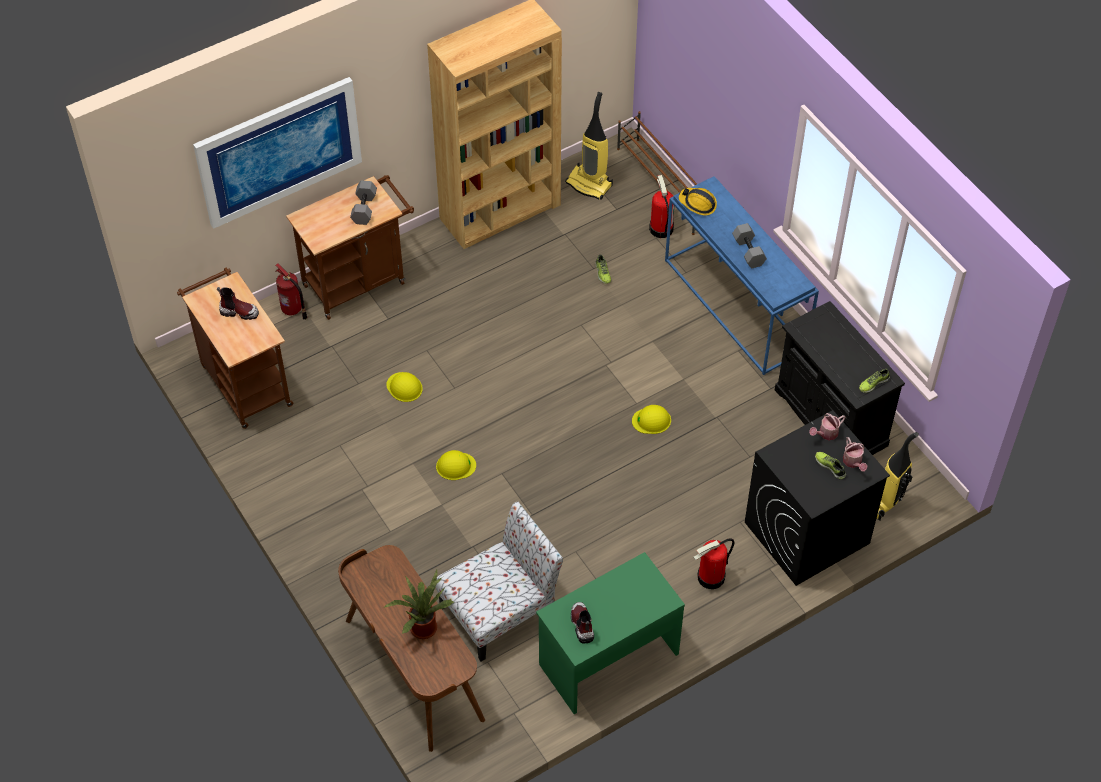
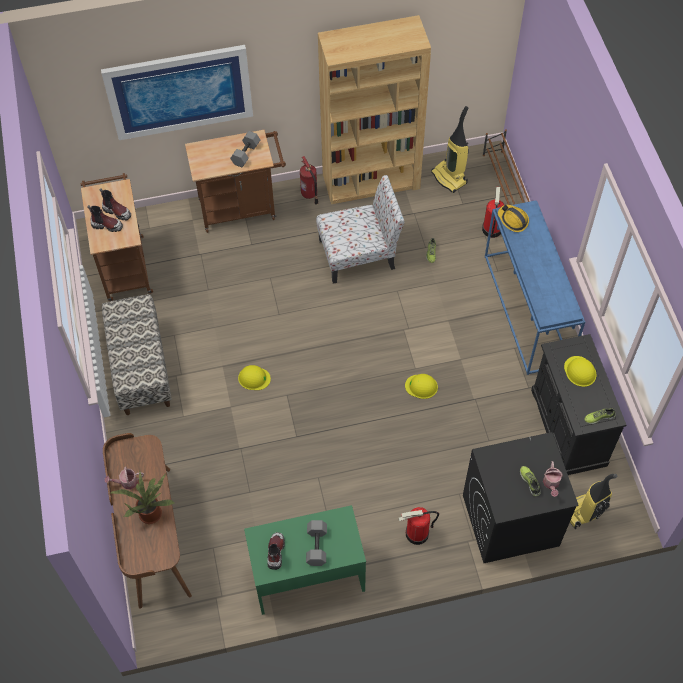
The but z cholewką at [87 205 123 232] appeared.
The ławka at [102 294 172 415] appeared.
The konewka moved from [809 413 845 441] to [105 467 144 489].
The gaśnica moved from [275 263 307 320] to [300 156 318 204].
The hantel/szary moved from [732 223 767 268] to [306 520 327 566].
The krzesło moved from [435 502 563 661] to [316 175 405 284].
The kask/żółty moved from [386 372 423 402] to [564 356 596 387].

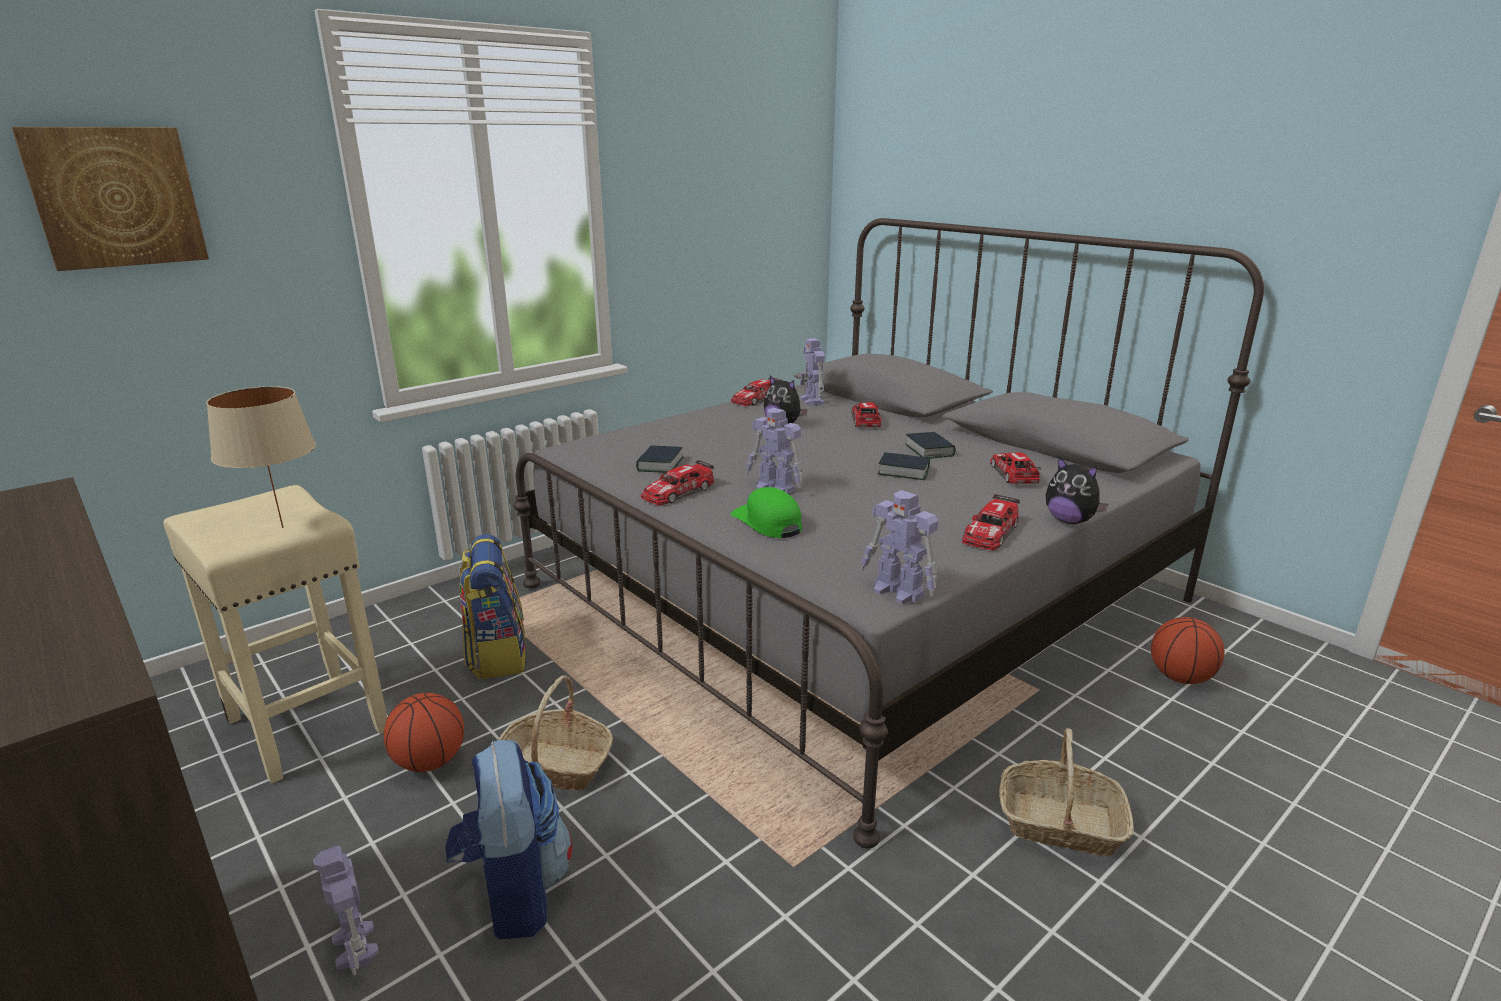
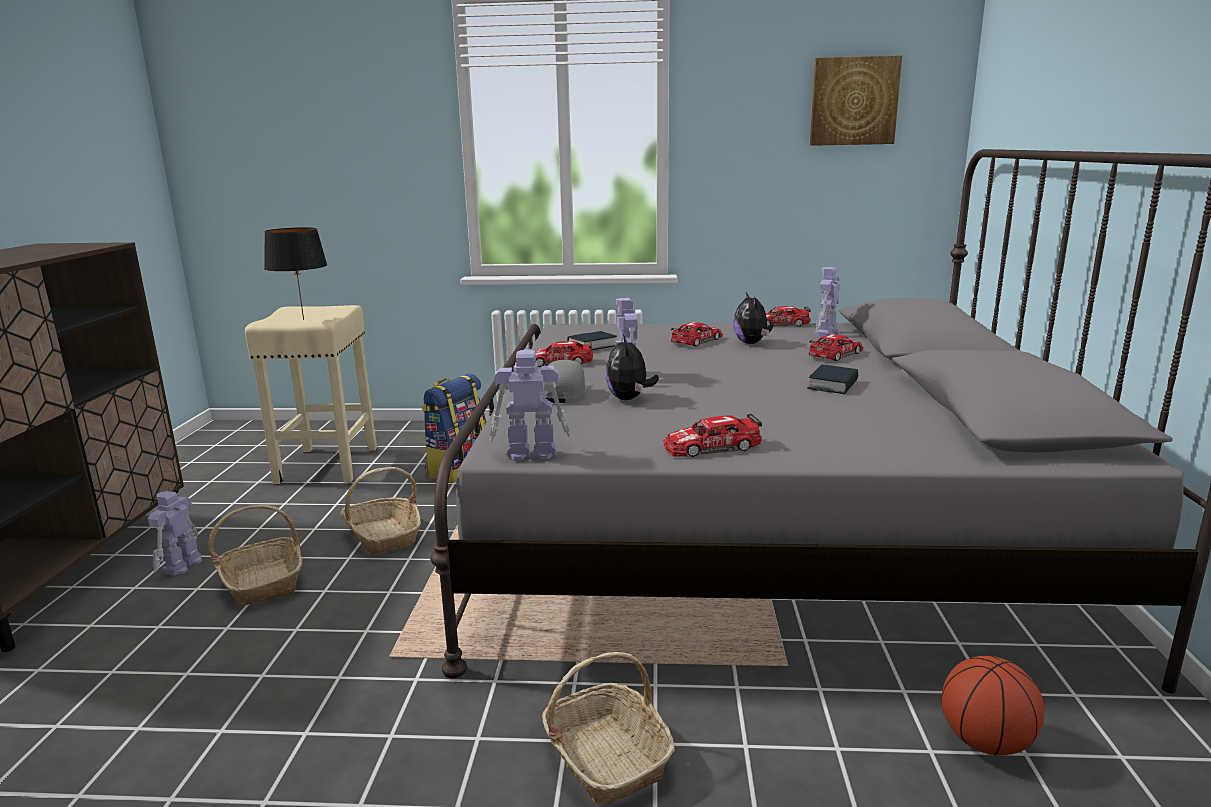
The plecak at [445 740 572 940] was replaced by the koszyk at [208 505 303 606].
The lampa stołowa/beżowy at [206 386 316 528] became the lampa stołowa/czarny at [264 227 327 320].
The robot zabawkowy at [861 490 938 604] turned 90 degrees clockwise.
The czapka z daszkiem/zielony at [730 487 802 538] became the czapka z daszkiem/szary at [541 360 592 403].
The pluszak moved from [1046 457 1108 524] to [605 334 659 400].
The samochodzik moved from [990 452 1041 485] to [671 322 723 347].
The obraz moved from [12 127 209 271] to [810 55 902 146].
The piłka do koszykówki at [384 693 464 772] disappeared.
The książka at [878 452 930 480] disappeared.

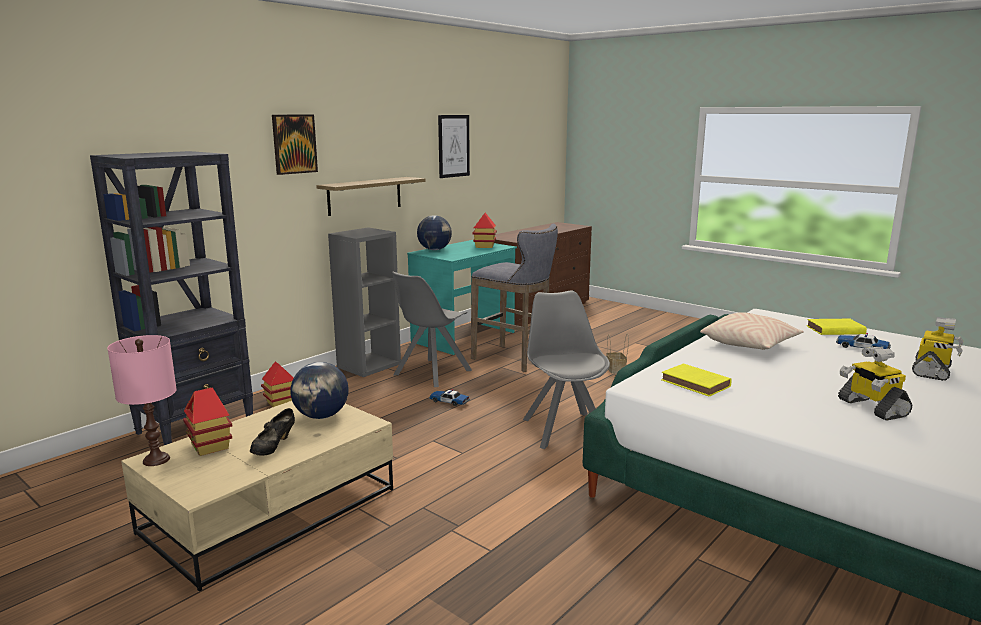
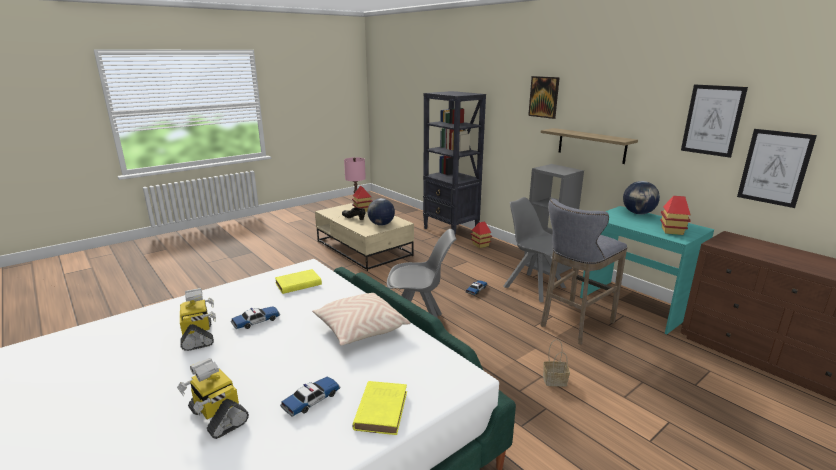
The robot zabawkowy at [838 347 912 421] turned 75 degrees clockwise.
The samochodzik at [231 306 280 329] appeared.
The obraz at [737 129 817 208] appeared.

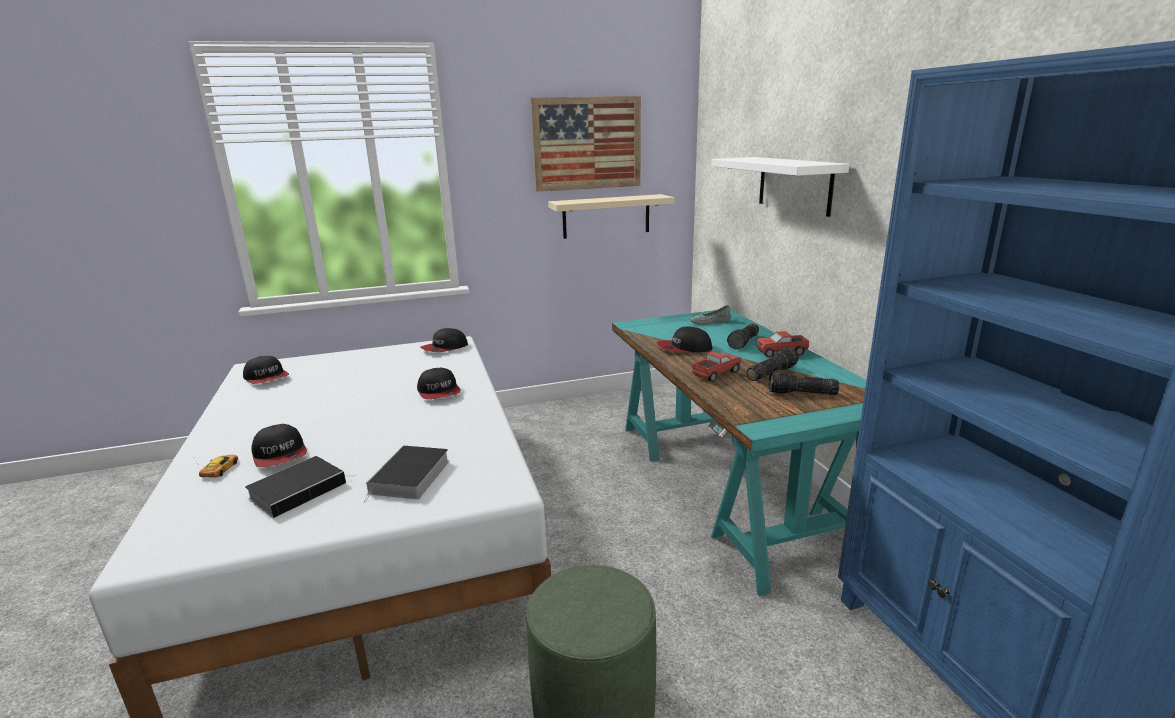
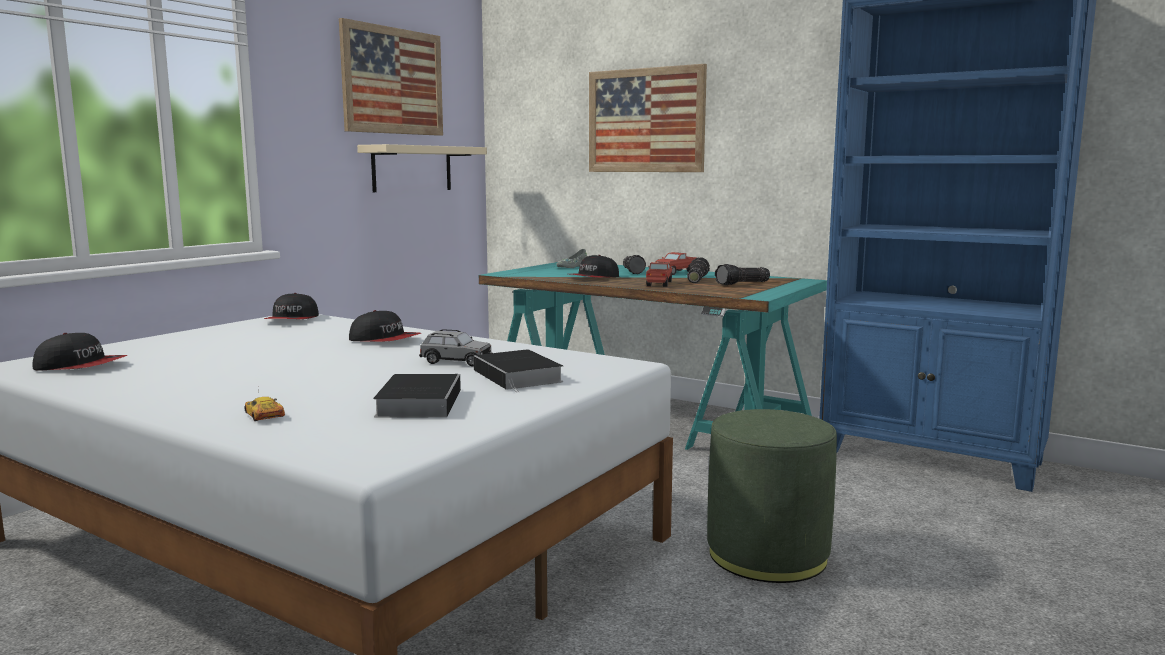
The samochodzik/szary at [419 329 491 366] appeared.
The półka/biały at [711 157 849 217] was replaced by the obraz at [589 64 707 172].
The czapka z daszkiem at [251 424 307 467] disappeared.

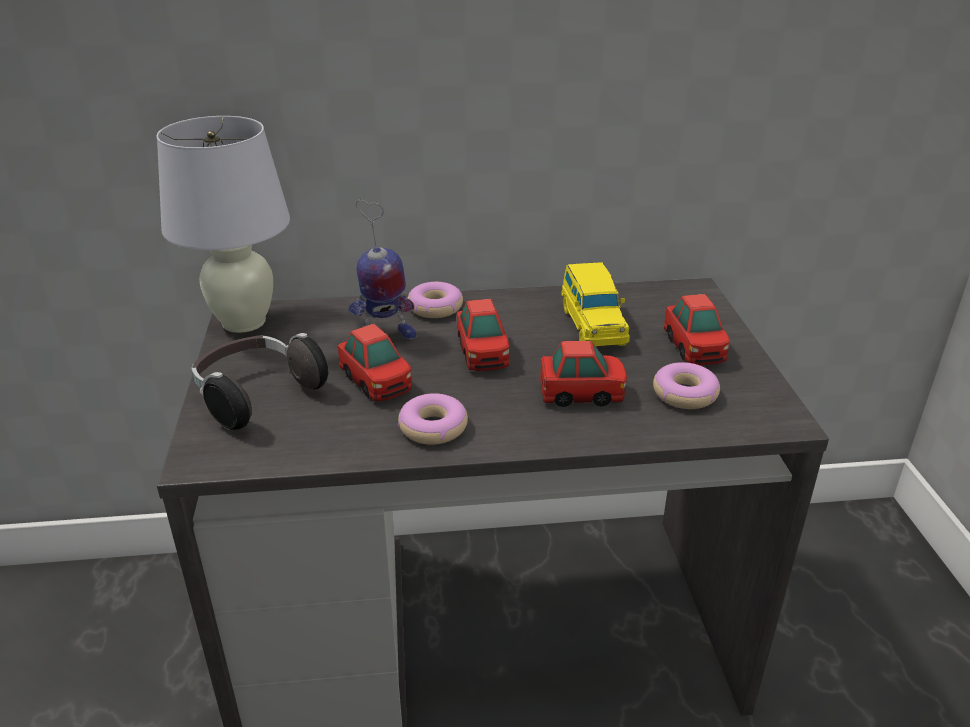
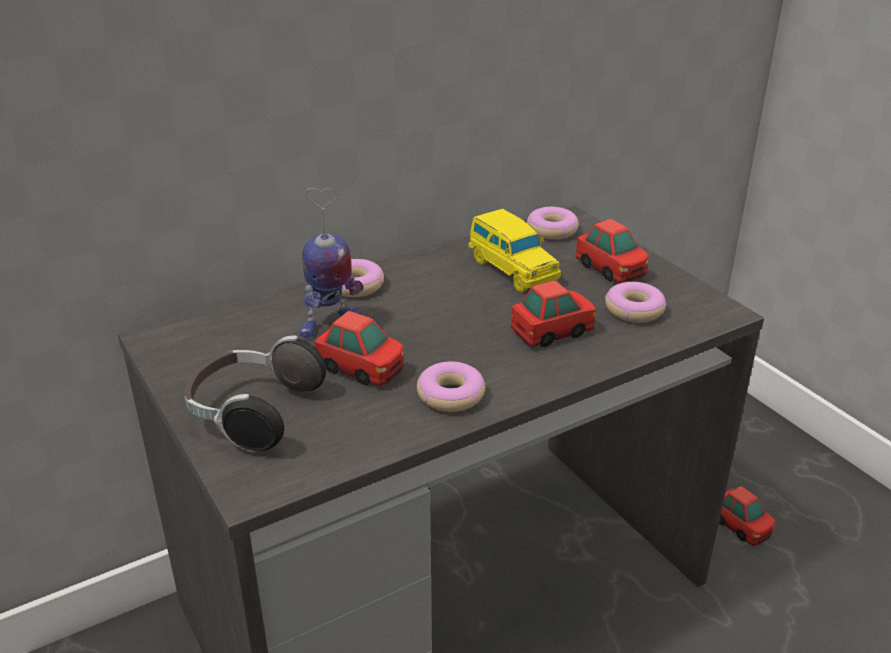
The donut at [527 207 579 240] appeared.
The samochodzik moved from [457 299 509 371] to [719 486 775 546].
The lampa stołowa/biały at [156 116 290 333] disappeared.

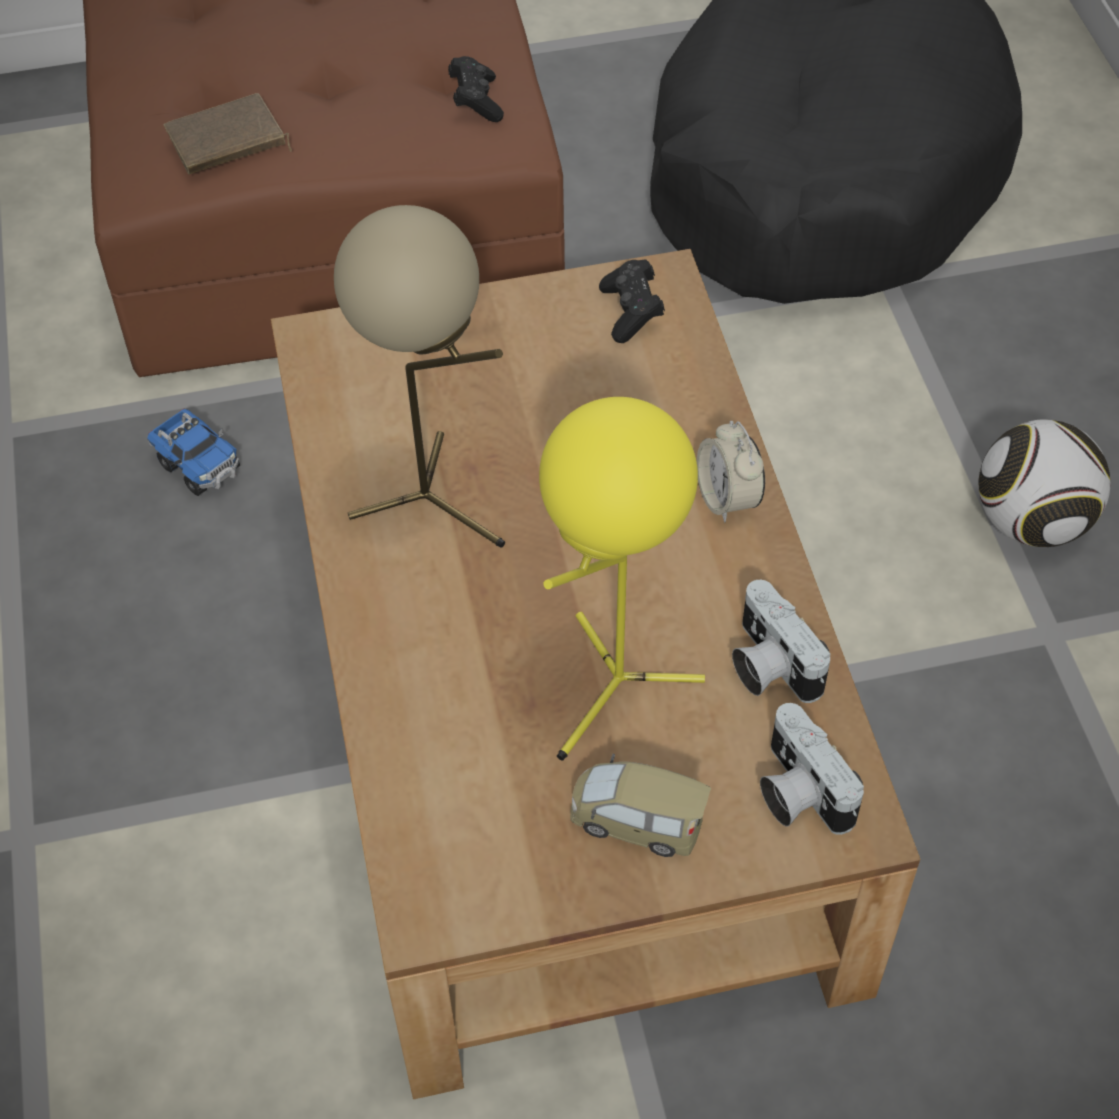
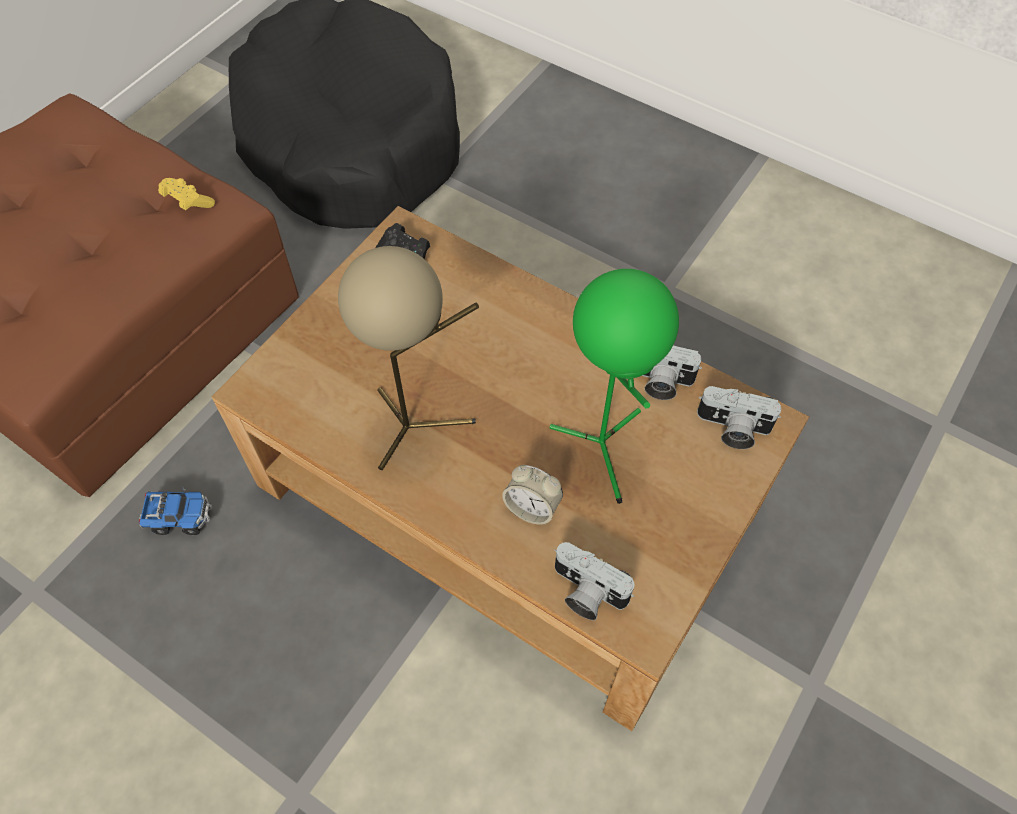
The pad do gier/czarny at [448 56 504 122] became the pad do gier/żółty at [158 178 215 210].
The budzik moved from [697 421 765 522] to [502 465 563 524].
The lampa stołowa/żółty at [539 397 705 761] became the lampa stołowa/zielony at [549 269 679 504].
The aparat fotograficzny at [554 542 634 620] appeared.
The książka/brązowy at [163 93 292 174] disappeared.
The samochodzik at [570 754 711 857] disappeared.
The piłka futbolowa at [979 419 1110 547] disappeared.

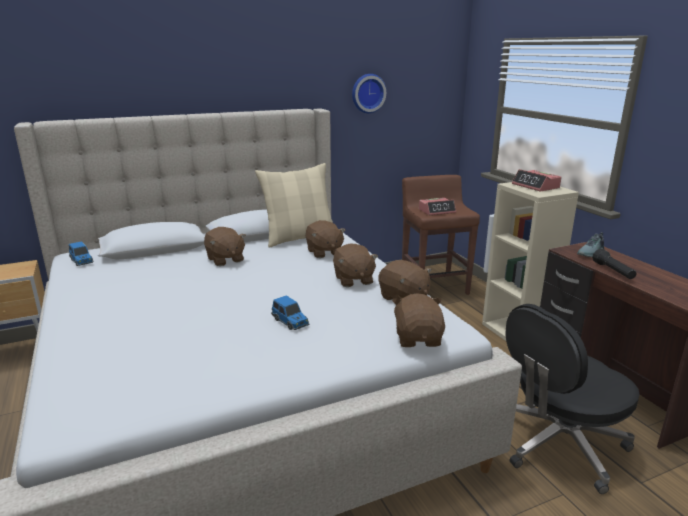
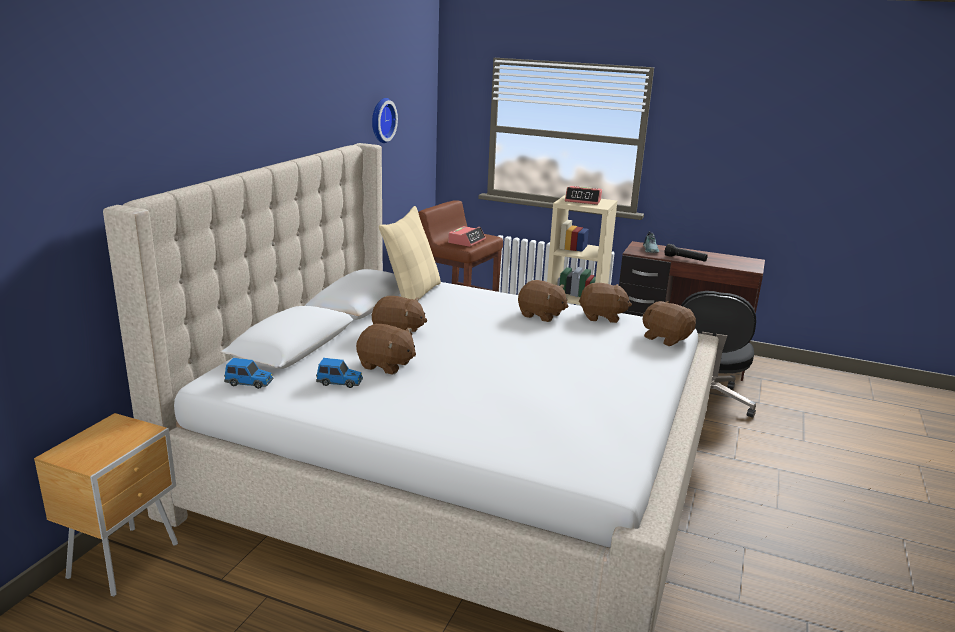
The samochodzik moved from [271 295 309 330] to [316 358 363 388].
The pluszak/brązowy moved from [306 220 345 258] to [356 324 416 374].

